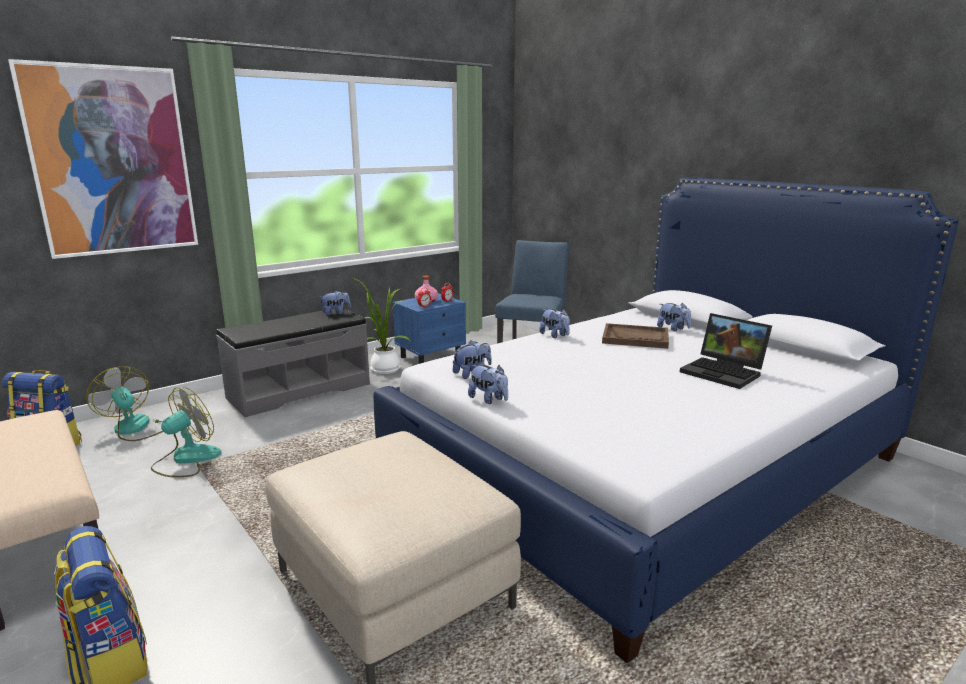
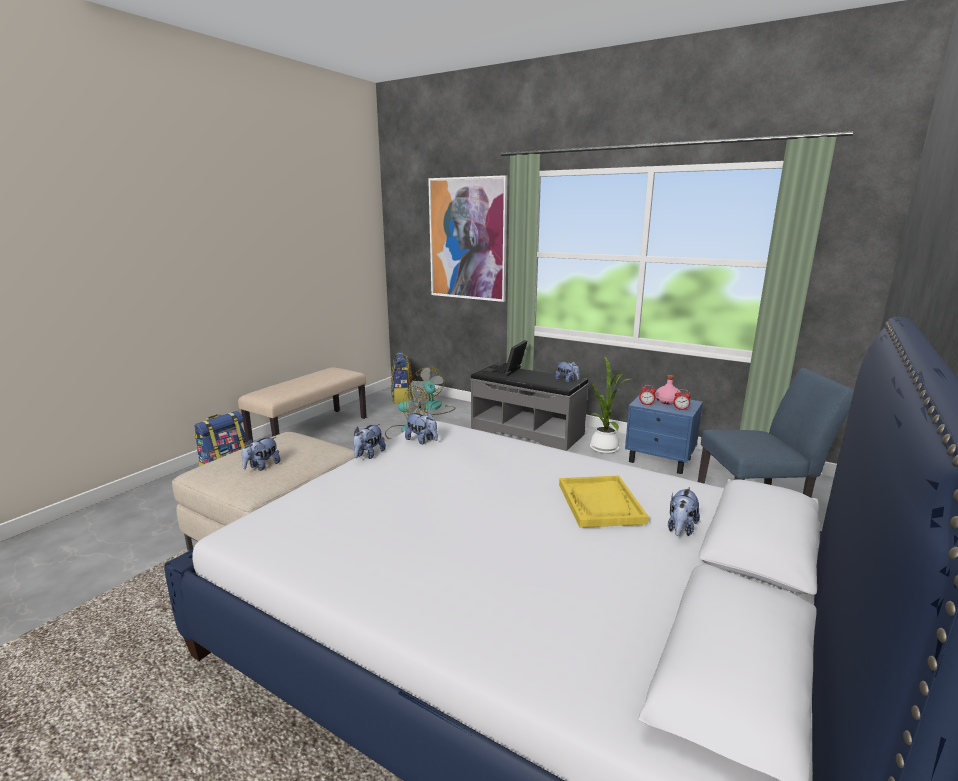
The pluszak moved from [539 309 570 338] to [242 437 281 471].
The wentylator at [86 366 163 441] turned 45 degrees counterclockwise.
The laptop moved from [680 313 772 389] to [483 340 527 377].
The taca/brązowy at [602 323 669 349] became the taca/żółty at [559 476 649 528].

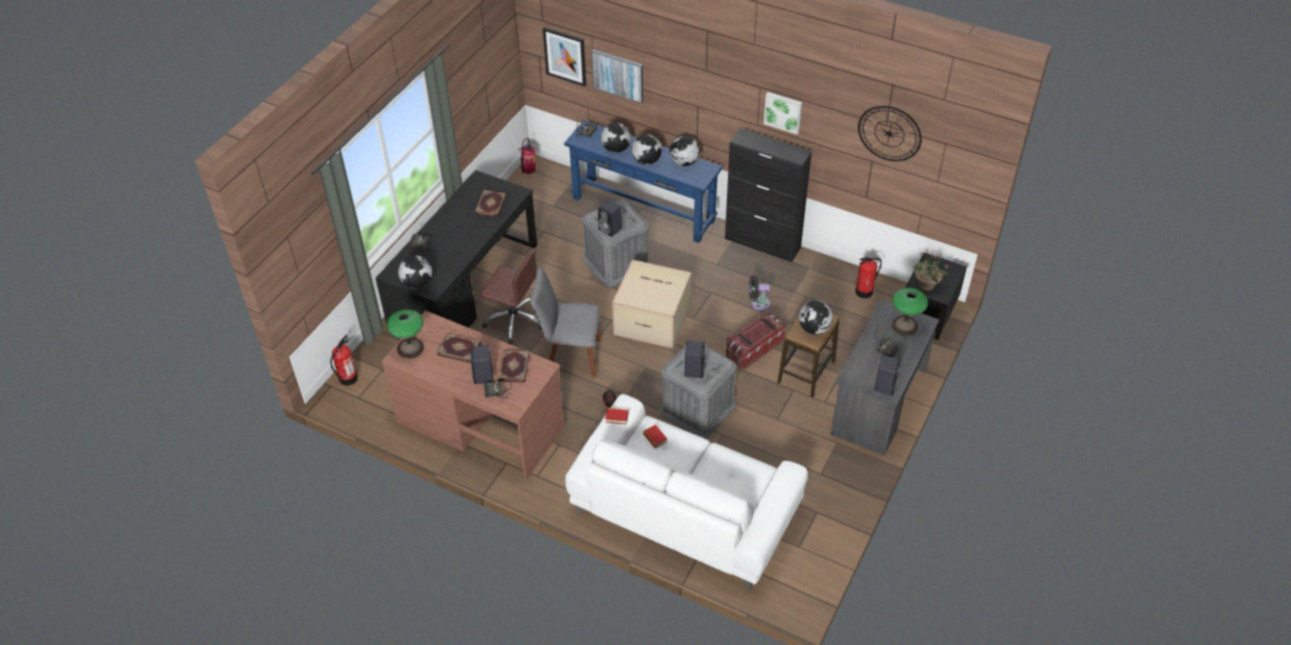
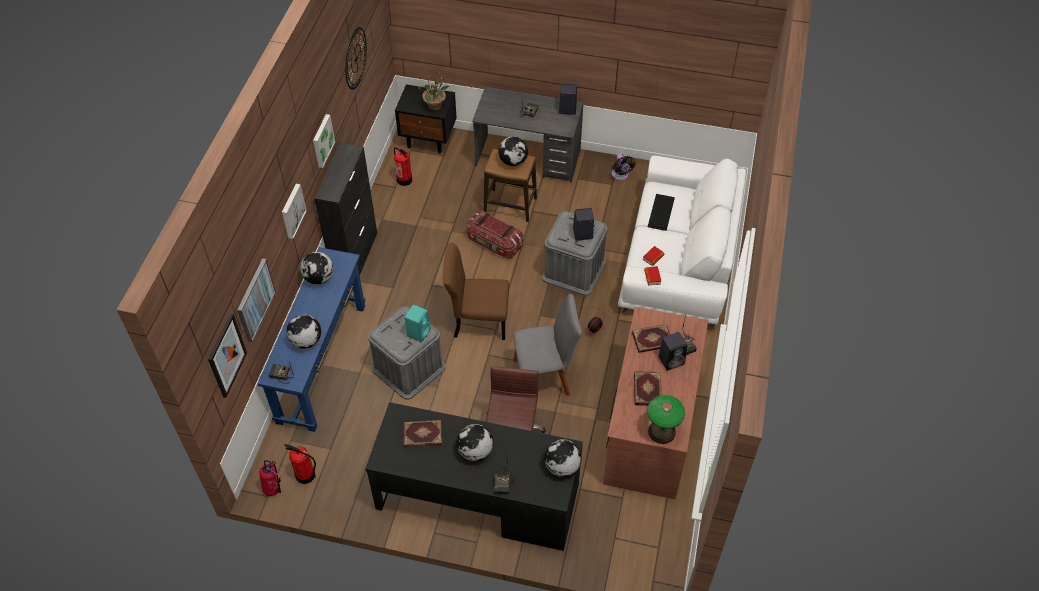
The obraz at [282 184 307 239] appeared.
The gaśnica moved from [330 335 358 386] to [284 444 316 484].
The głośnik/czarny at [598 199 622 237] became the głośnik/turkusowy at [405 305 431 342].
The karton at [612 260 692 349] was replaced by the krzesło/brązowy at [443 243 509 340].
The globus moved from [631 134 662 165] to [457 424 494 461].
The krzesło/szary at [530 267 601 378] turned 90 degrees counterclockwise.
The wentylator/czarny moved from [749 276 771 311] to [612 153 635 180].
The klawiatura at [648 194 675 231] appeared.
The lampa stołowa at [892 288 928 336] disappeared.

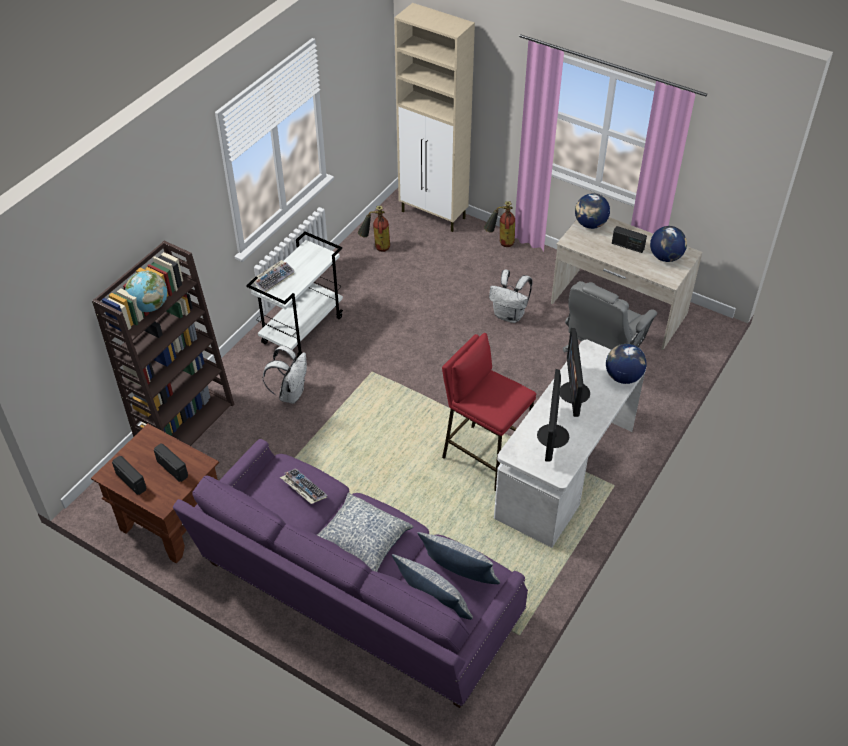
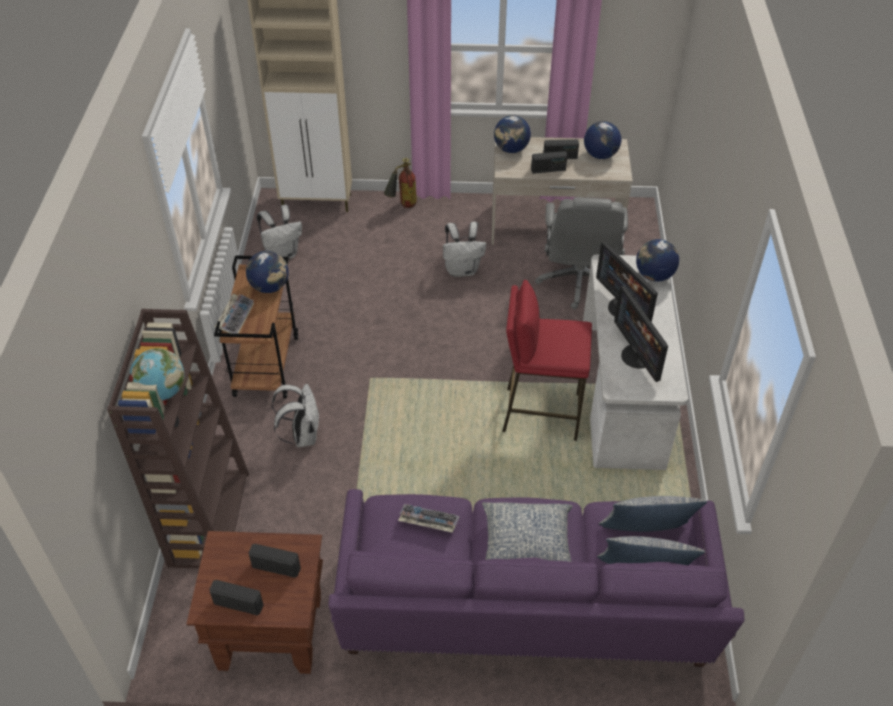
The wózek/biały at [246 231 343 359] became the wózek/brązowy at [214 255 298 398].
The globus at [246 251 289 293] appeared.
The gaśnica at [358 206 390 252] was replaced by the plecak/biały at [257 205 302 259].
The radio at [531 151 567 174] appeared.

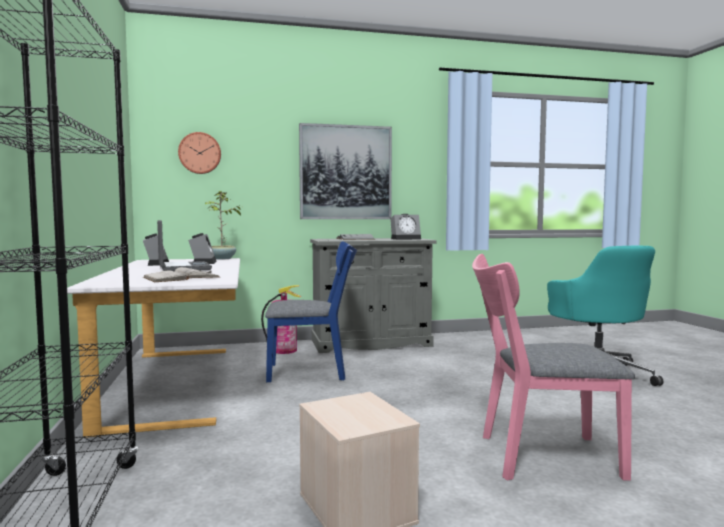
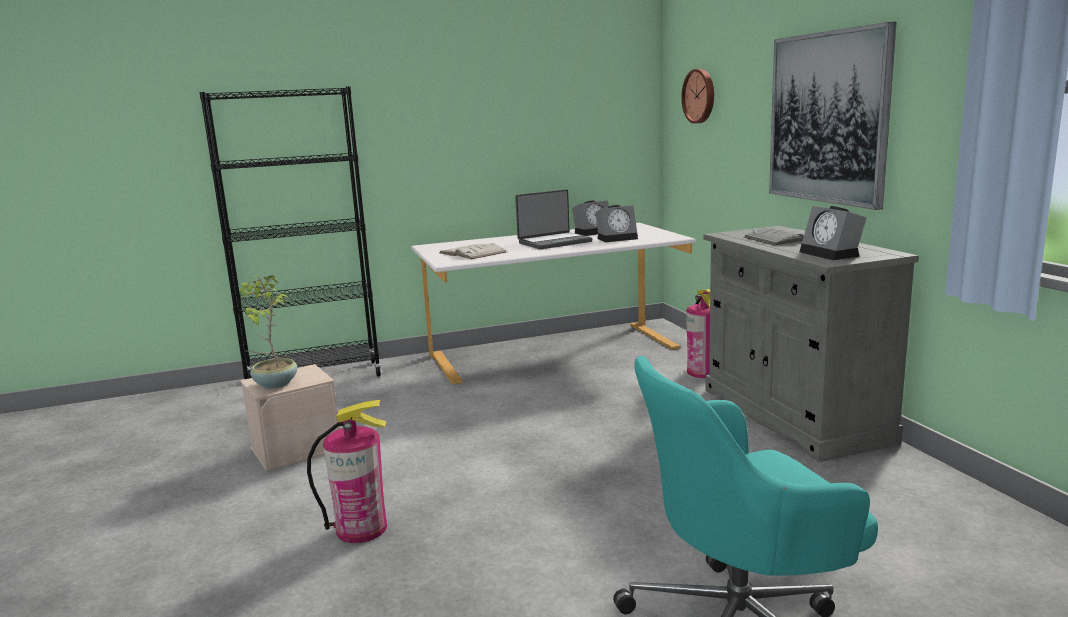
The roślina doniczkowa moved from [205 191 241 260] to [237 275 298 389].
The krzesło/różowy at [472 254 635 481] was replaced by the gaśnica at [307 400 387 543].
The krzesło/niebieski at [265 241 357 382] disappeared.

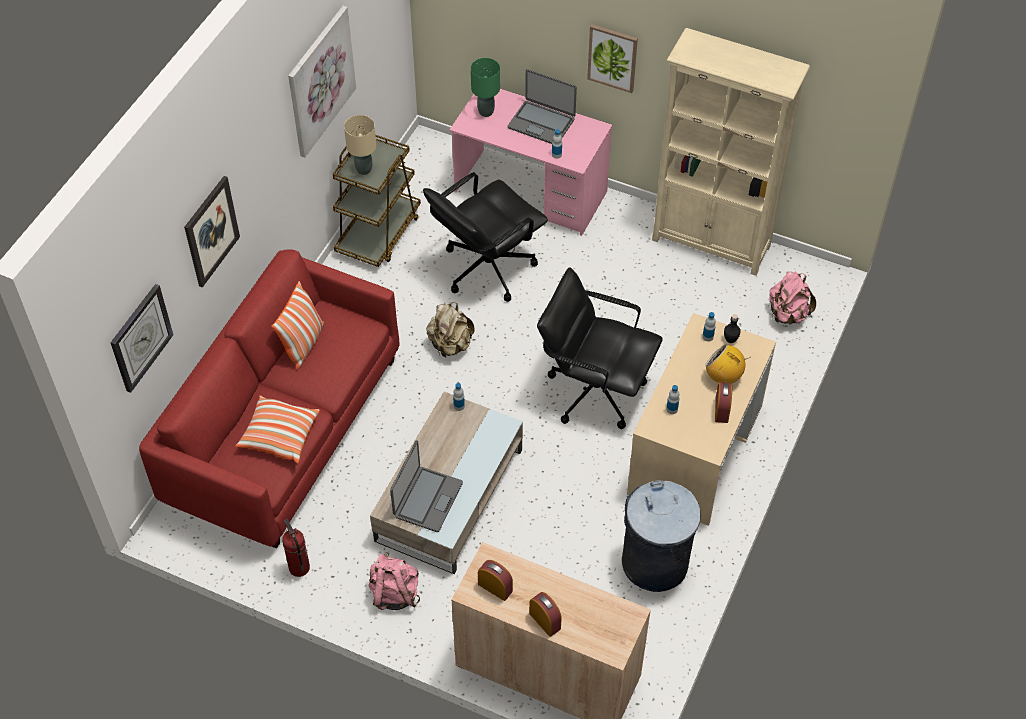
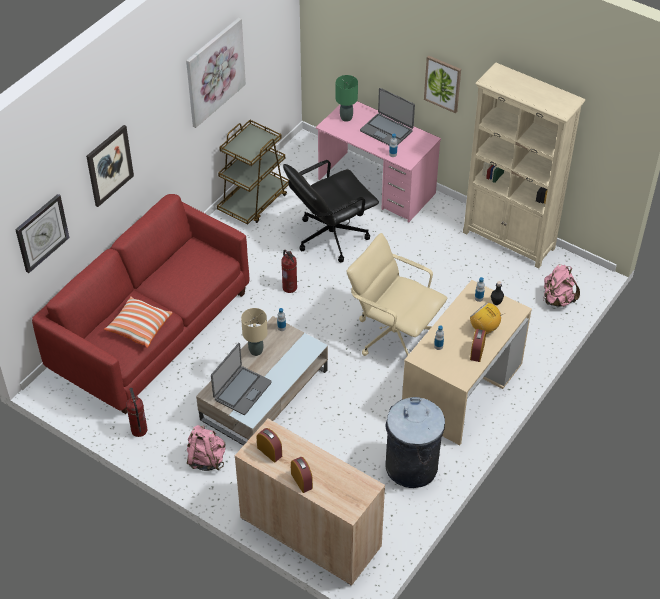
The lampa stołowa/beżowy moved from [344 115 377 175] to [241 308 268 356].
The plecak/beżowy at [426 302 475 358] was replaced by the gaśnica at [281 250 297 293].
The krzesło biurowe/czarny at [537 267 663 429] became the krzesło biurowe/beżowy at [347 233 447 356].
The poduszka at [271 281 324 370] disappeared.

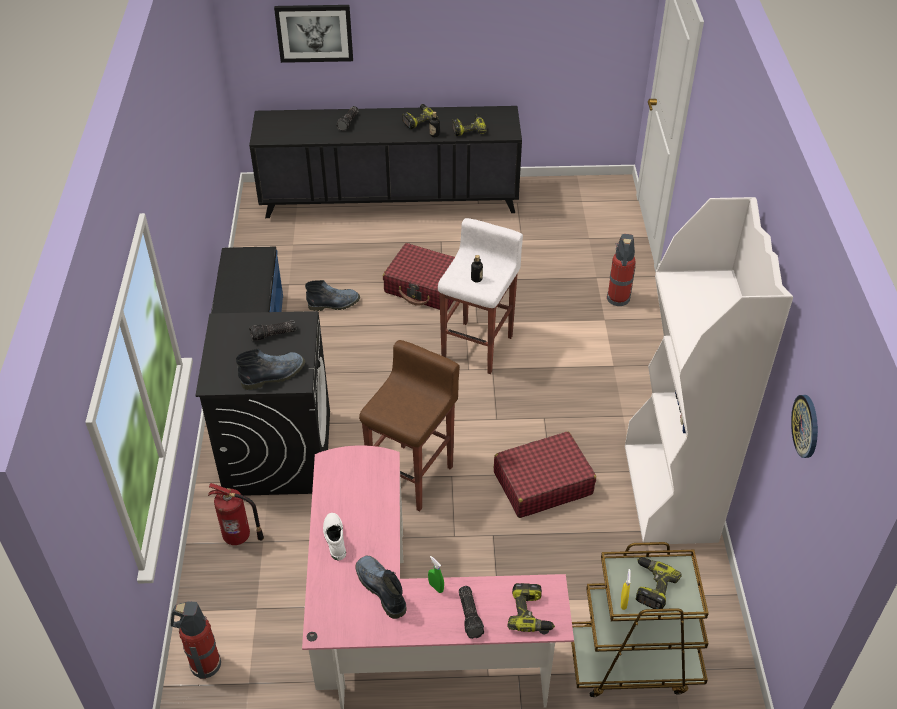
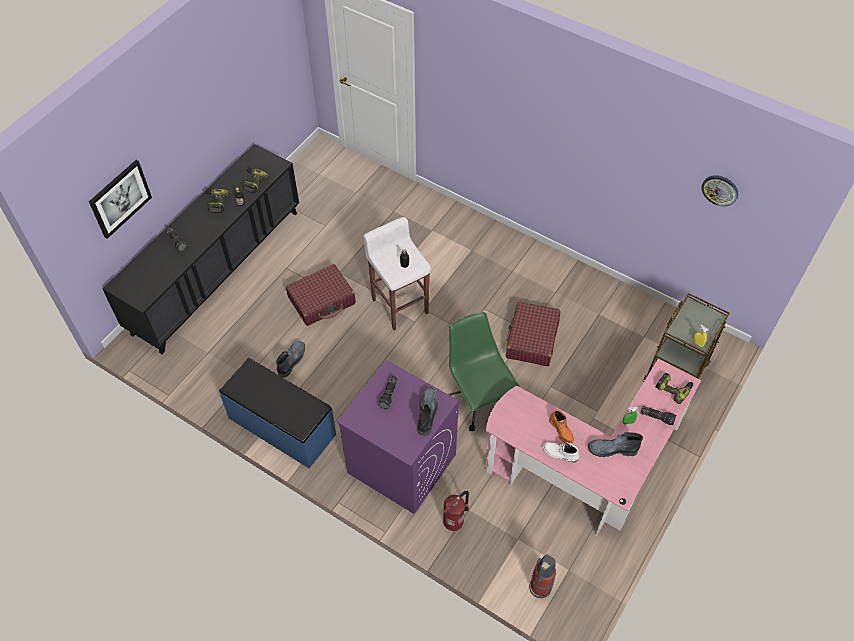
The pralka/czarny at [195 311 330 496] became the pralka/fioletowy at [337 360 459 514].
The stołek/brązowy at [359 340 460 512] was replaced by the krzesło biurowe/zielony at [448 312 520 431].
The but z cholewką/pomarańczowy at [549 409 574 444] appeared.
The gaśnica at [607 234 636 306] disappeared.
The regał/biały at [625 197 793 544] disappeared.
The wiertarka at [636 557 682 609] disappeared.

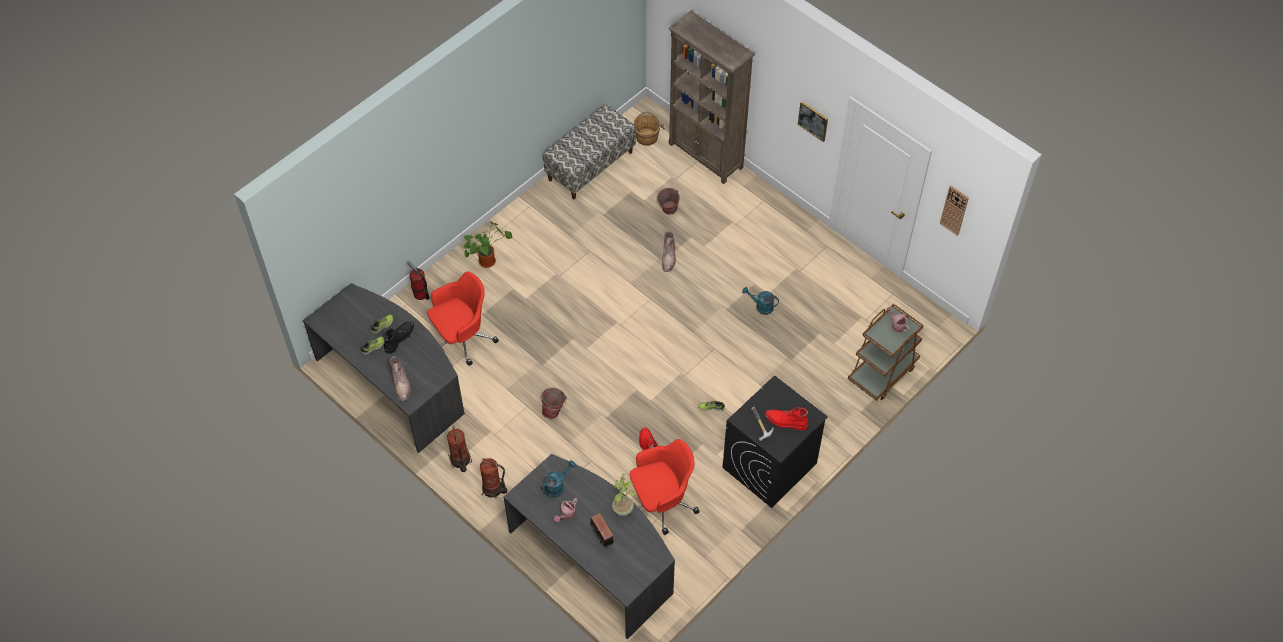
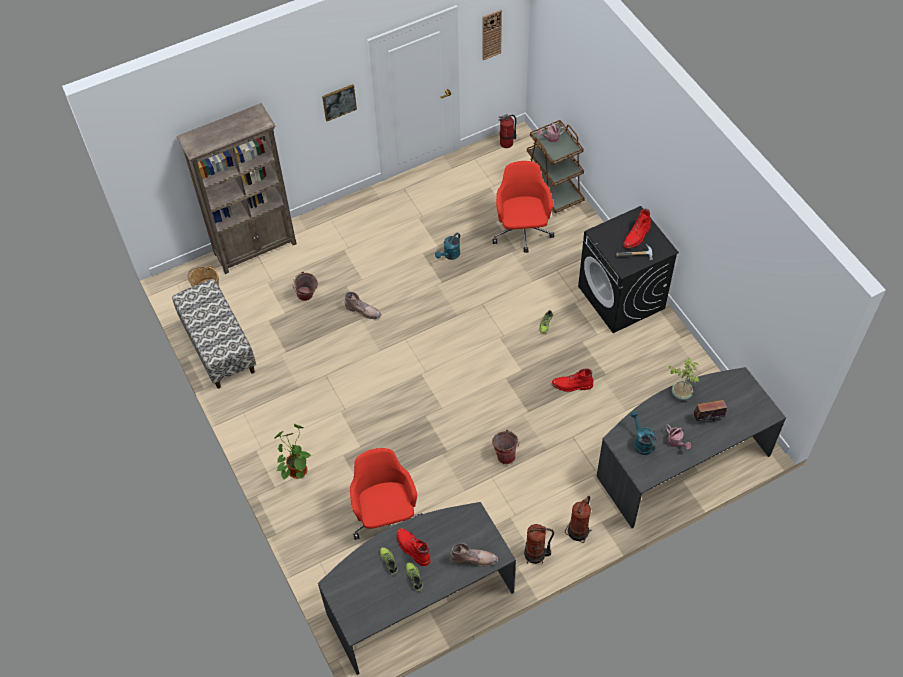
The but z cholewką/czarny at [384 321 414 354] became the but z cholewką/czerwony at [396 528 430 566].
The krzesło biurowe/czerwony moved from [630 439 700 535] to [493 161 554 253].
The gaśnica moved from [408 261 430 300] to [498 114 516 148].

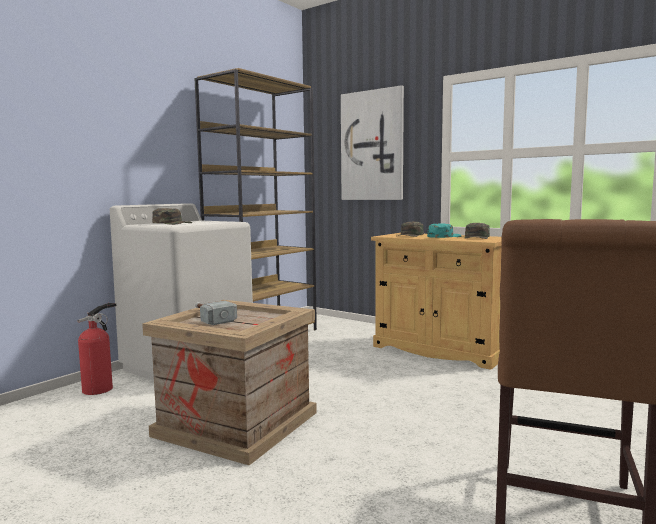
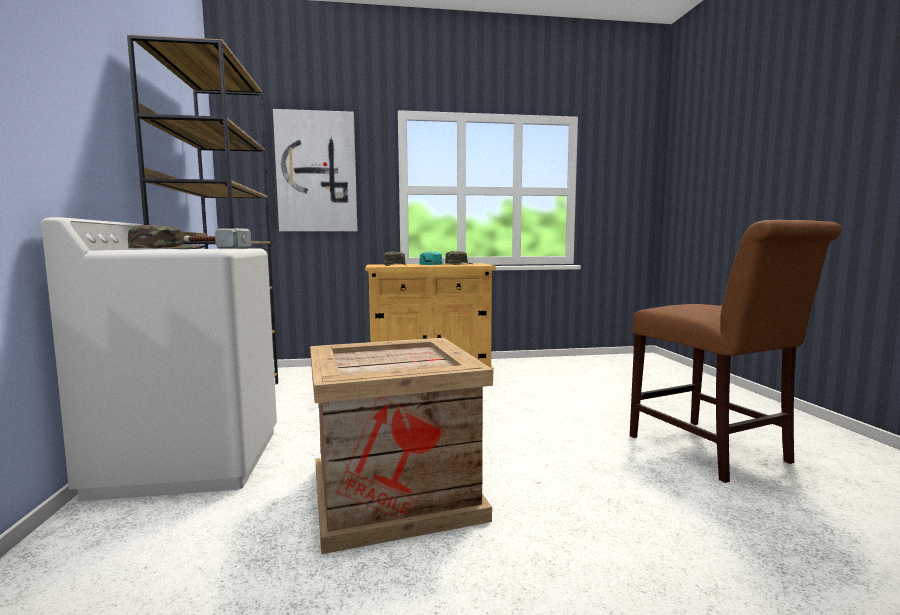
The młotek moved from [195 300 237 325] to [184 228 251 249].
The gaśnica at [77 303 116 395] disappeared.

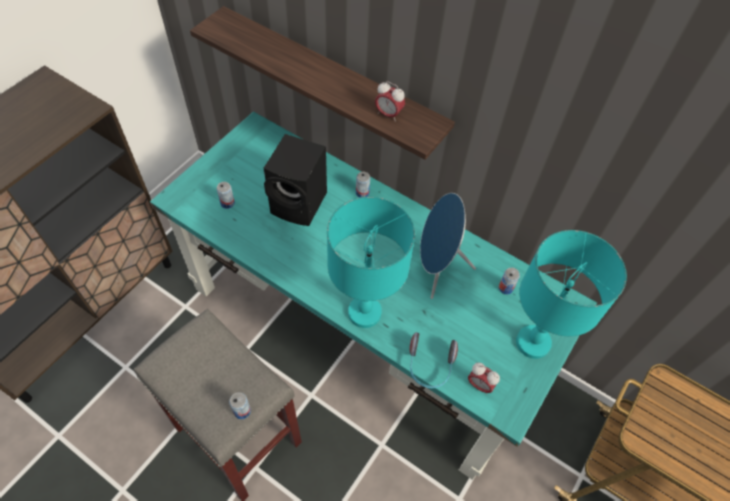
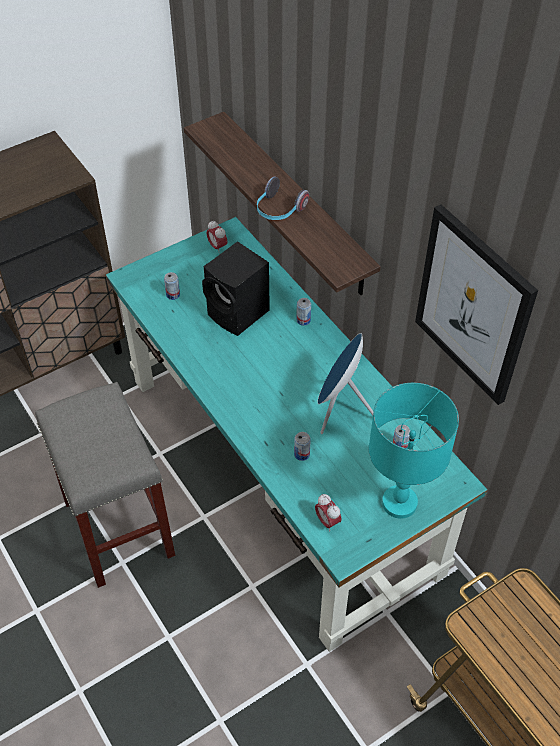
The budzik moved from [375 81 405 122] to [207 220 228 251].
The słuchawki moved from [410 332 458 388] to [257 177 309 220].
The puszka moved from [229 392 251 419] to [294 432 311 461].
The obraz at [415 205 538 405] appeared.
The lampa stołowa/turkusowy at [327 197 415 328] disappeared.

